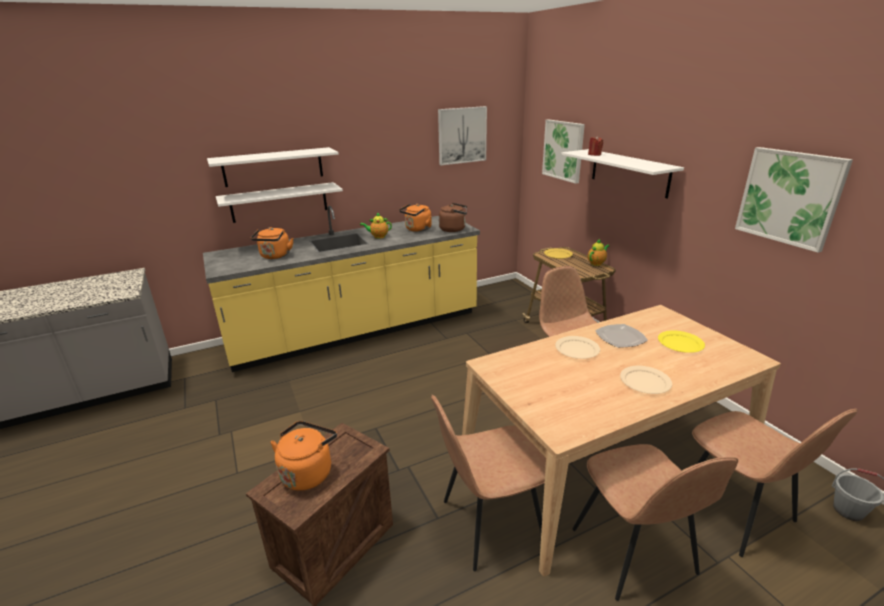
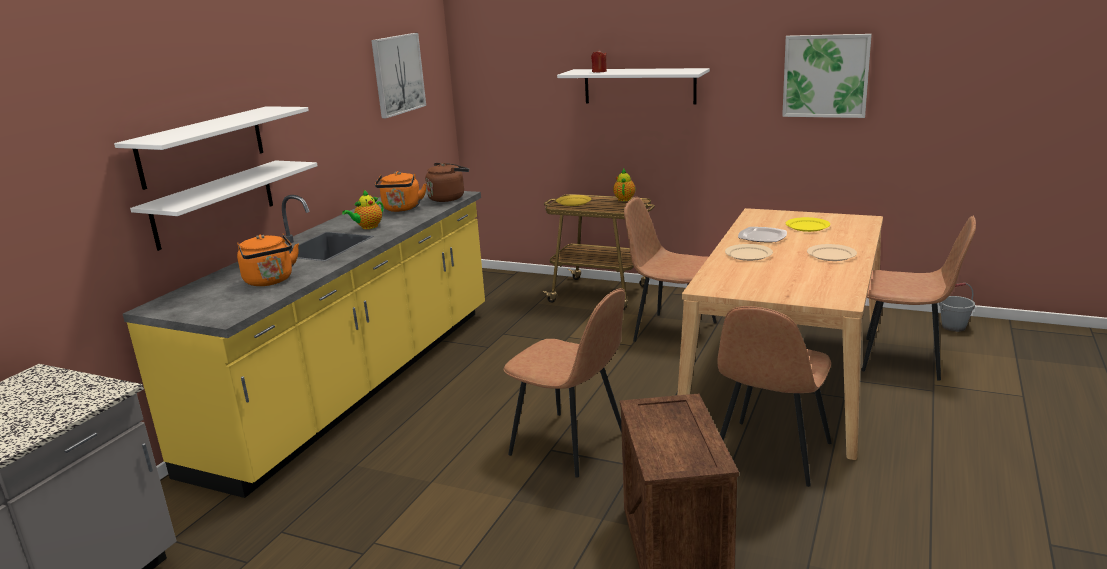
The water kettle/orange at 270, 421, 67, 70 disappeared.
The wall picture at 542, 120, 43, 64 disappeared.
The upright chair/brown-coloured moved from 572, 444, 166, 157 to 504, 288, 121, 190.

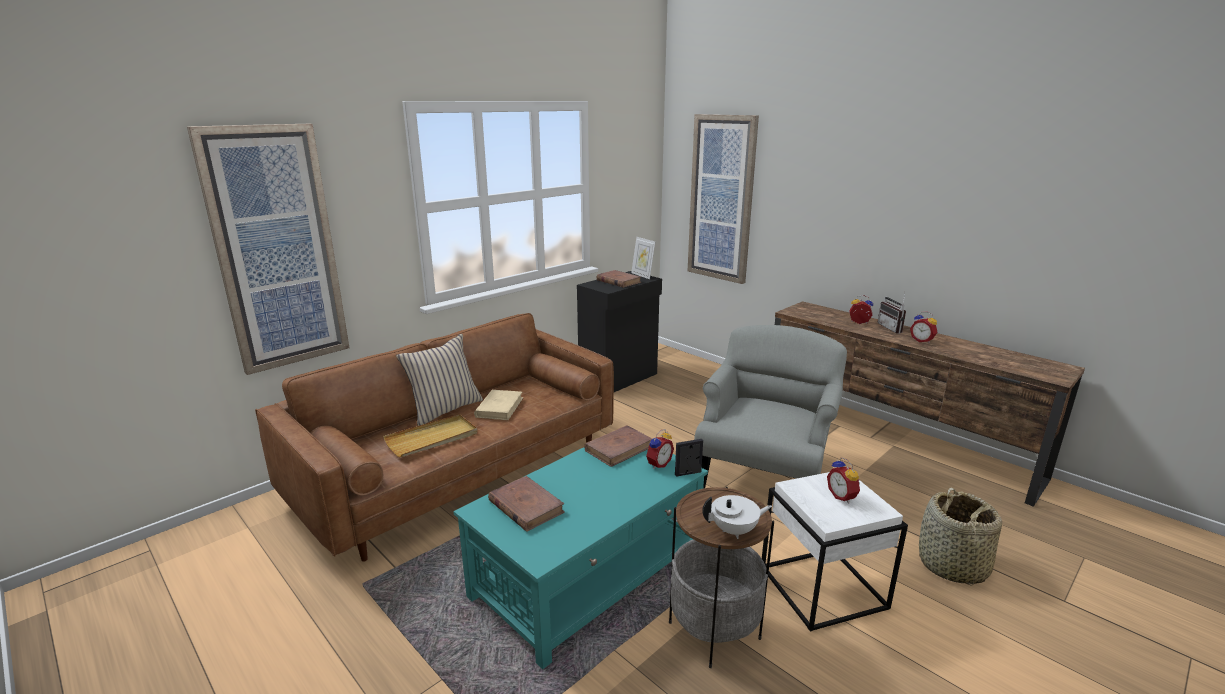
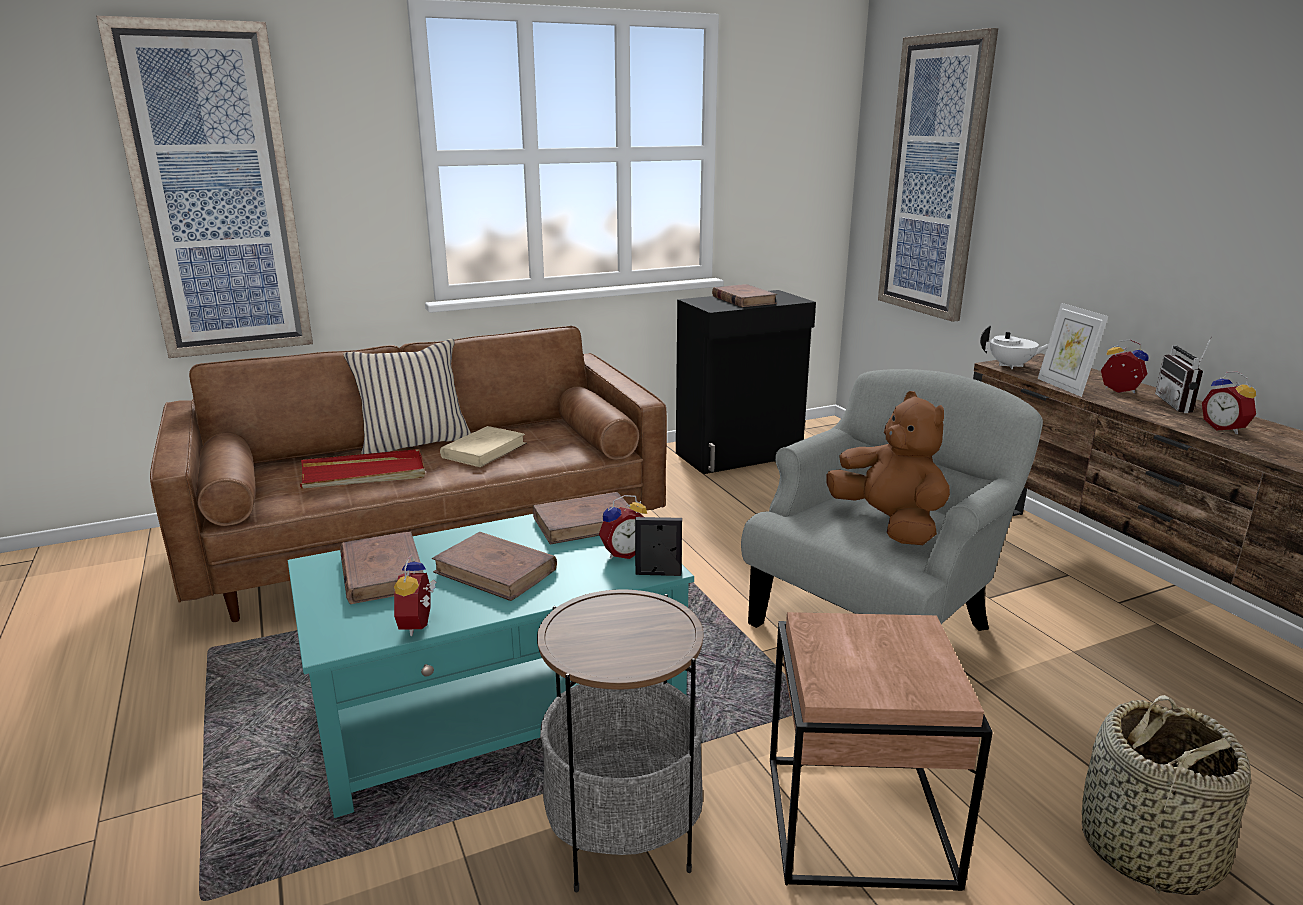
The book/brown-coloured at 432, 532, 125, 69 appeared.
The cuddly toy/brown-coloured at 827, 391, 123, 154 appeared.
The standing frame moved from 631, 237, 24, 42 to 1038, 303, 70, 94.
The pot for tea/whitish moved from 702, 495, 70, 44 to 980, 325, 68, 44.
The alarm clock moved from 827, 457, 33, 46 to 394, 555, 43, 81.
The serving tray/beige at 383, 414, 95, 43 became the serving tray/red at 300, 449, 125, 40.
The end table/whitish at 762, 472, 146, 160 became the end table/brown-coloured at 770, 612, 223, 279.

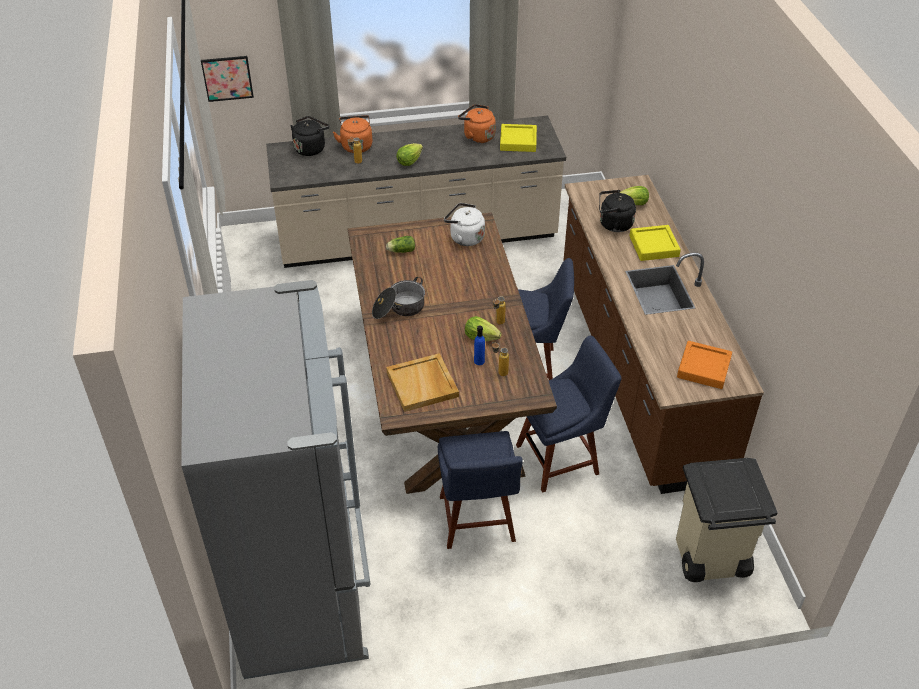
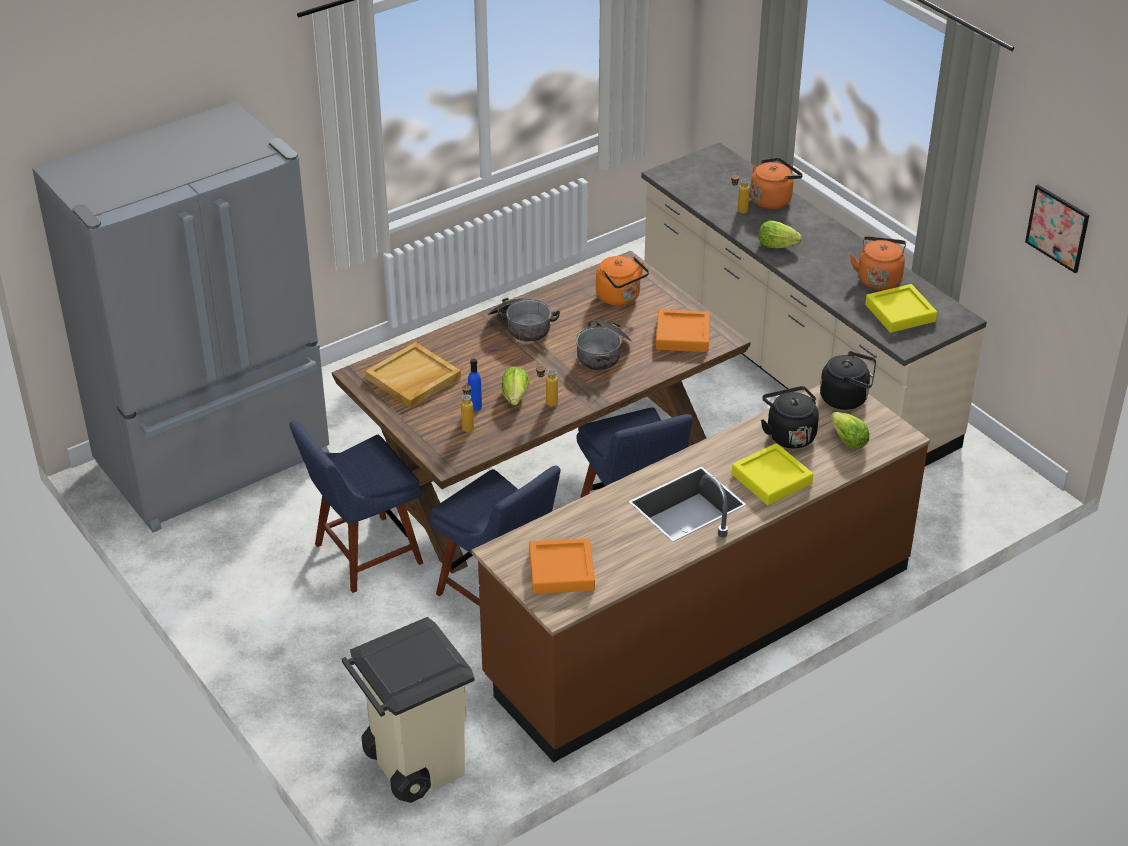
The stockpot at 576, 320, 56, 50 appeared.
The wall picture moved from 201, 56, 53, 46 to 1025, 185, 64, 88.
The water kettle/black moved from 291, 116, 39, 40 to 820, 351, 56, 59.
The lettuce head at 386, 236, 29, 17 was replaced by the water kettle/orange at 596, 256, 53, 50.
The water kettle/whitish at 444, 203, 41, 43 was replaced by the serving tray/orange at 656, 309, 54, 43.

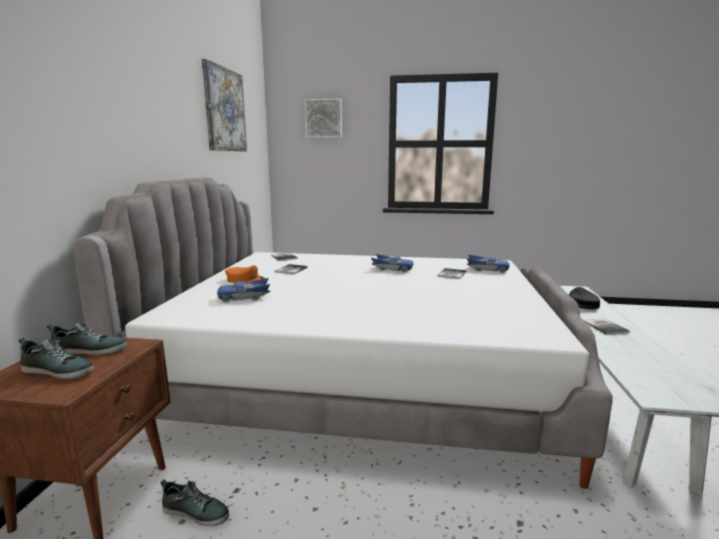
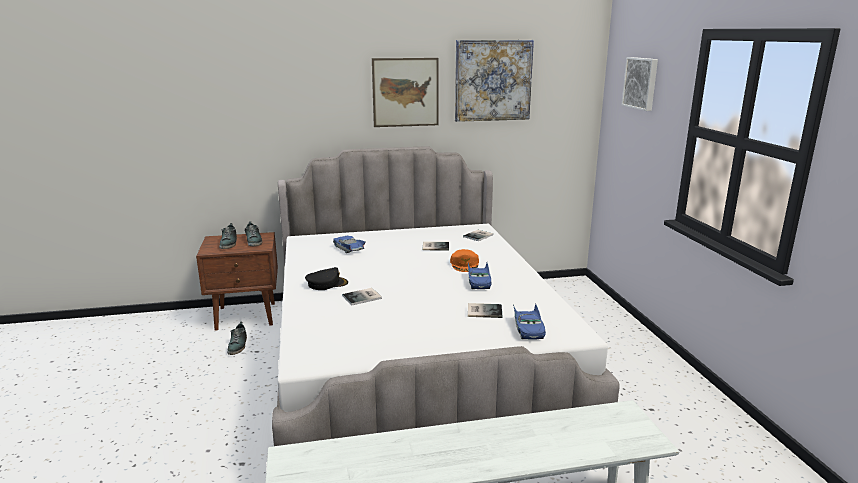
The wall picture at 372, 58, 67, 69 appeared.
The cap/orange moved from 225, 265, 40, 18 to 450, 249, 29, 23.
The cap/black moved from 569, 287, 31, 22 to 305, 267, 43, 23.
The book moved from 584, 319, 46, 16 to 342, 288, 40, 17.

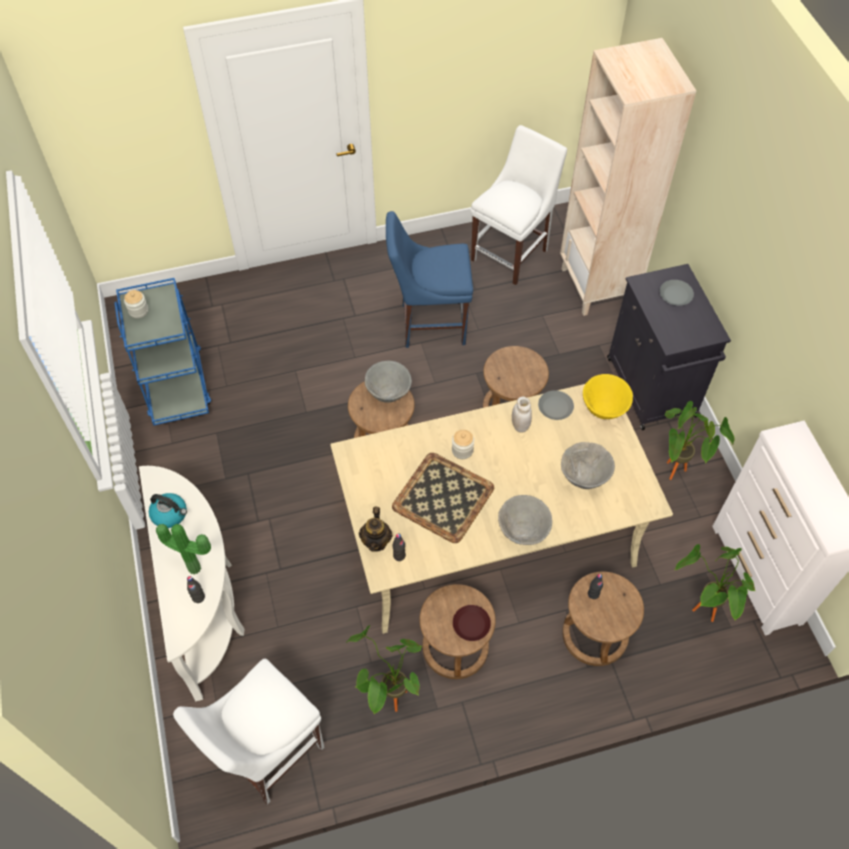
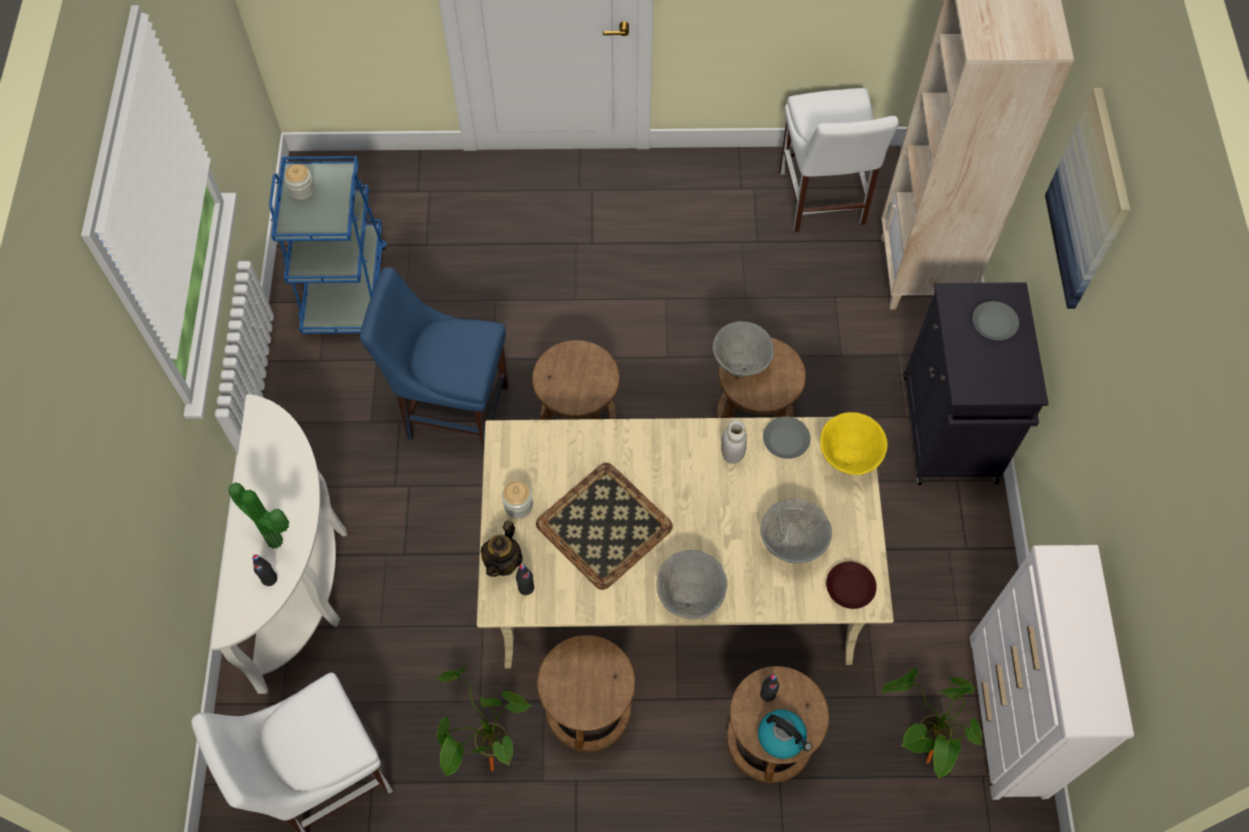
The plant in a pot at 665, 401, 70, 79 disappeared.
The wall picture at 1045, 88, 85, 221 appeared.
The water kettle moved from 149, 493, 38, 35 to 758, 710, 54, 49.
The serving bowl/gray moved from 365, 361, 47, 42 to 712, 321, 62, 56.
The upright chair/bluish moved from 386, 211, 87, 137 to 360, 267, 149, 183.
The jar moved from 452, 430, 22, 29 to 502, 481, 31, 38.
The dinner plate/brown-coloured moved from 453, 605, 38, 36 to 826, 561, 51, 48.
The upright chair/whitish at 470, 125, 97, 160 turned 120 degrees clockwise.

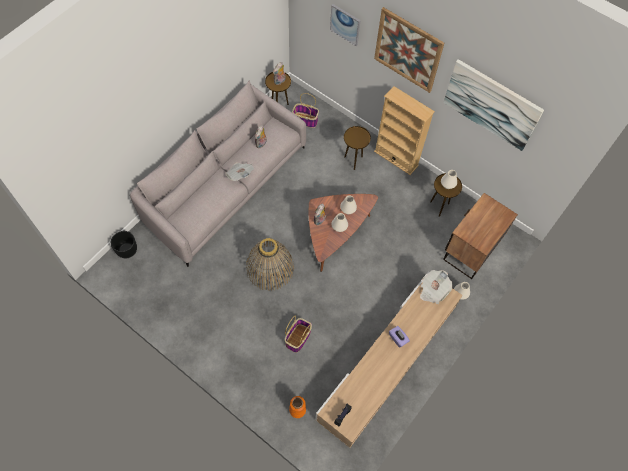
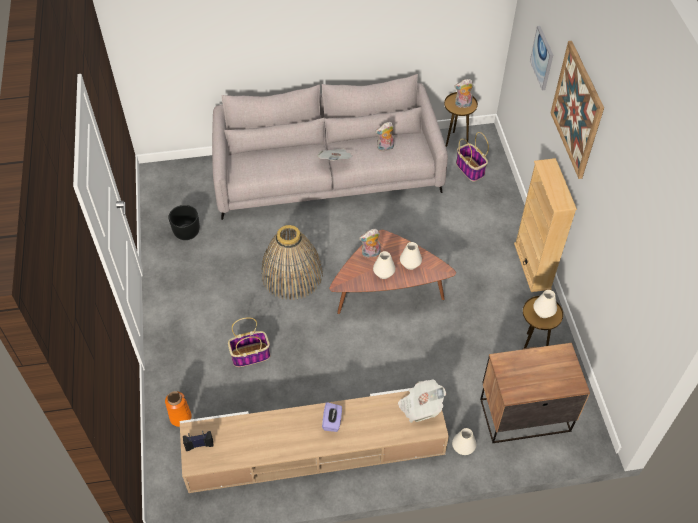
The end table/brown-coloured at 344, 126, 27, 44 disappeared.
The wall picture at 443, 59, 101, 92 disappeared.
The plant pot/black moved from 111, 231, 26, 27 to 168, 205, 32, 35.

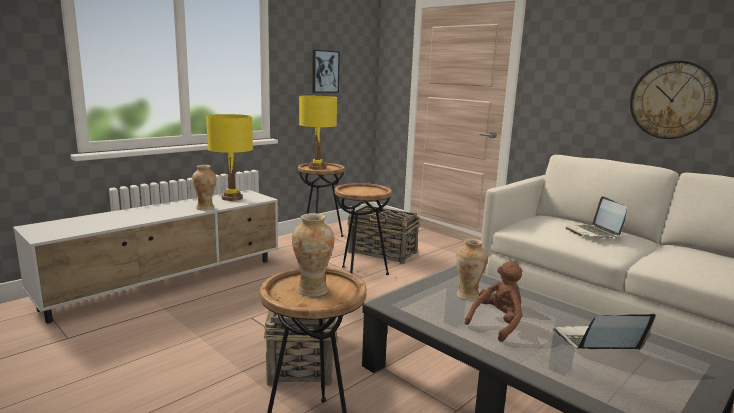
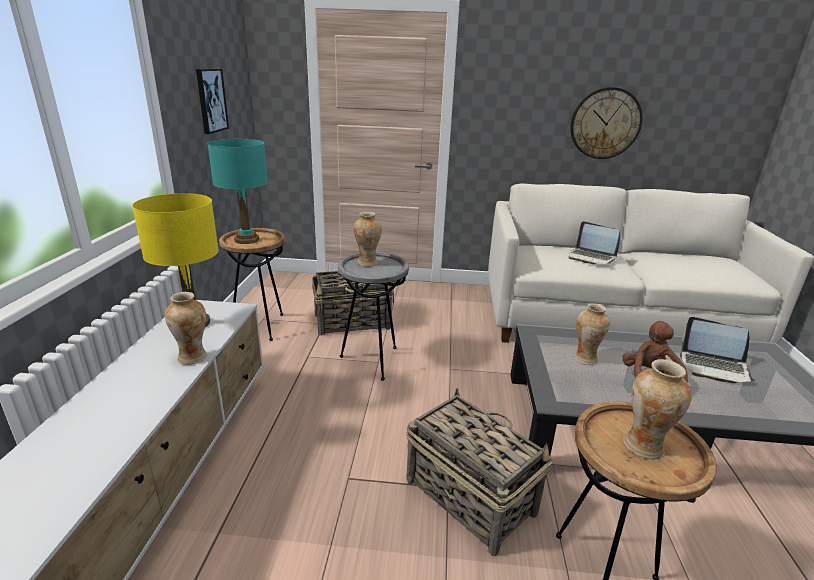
The flower vase at 354, 212, 28, 55 appeared.
The table lamp/yellow at 299, 96, 38, 74 became the table lamp/blue-green at 207, 139, 61, 105.
The end table/brown-coloured at 335, 183, 57, 92 became the end table/gray at 338, 252, 71, 129.
The laptop at 553, 314, 103, 36 turned 105 degrees counterclockwise.

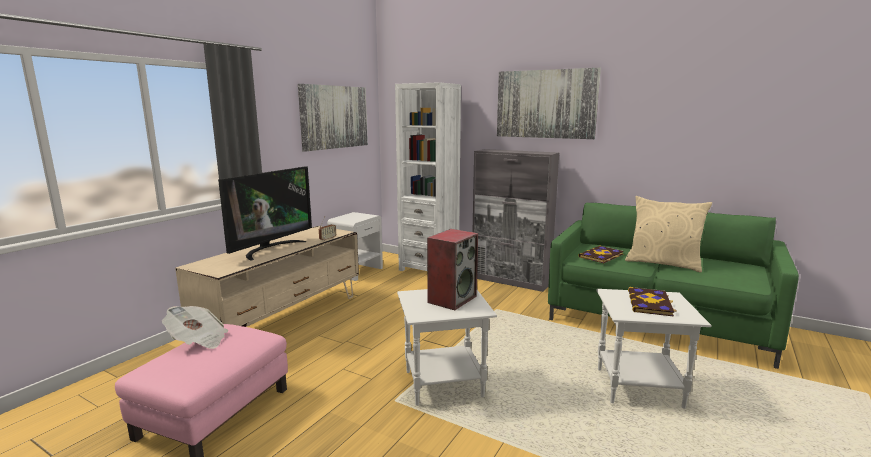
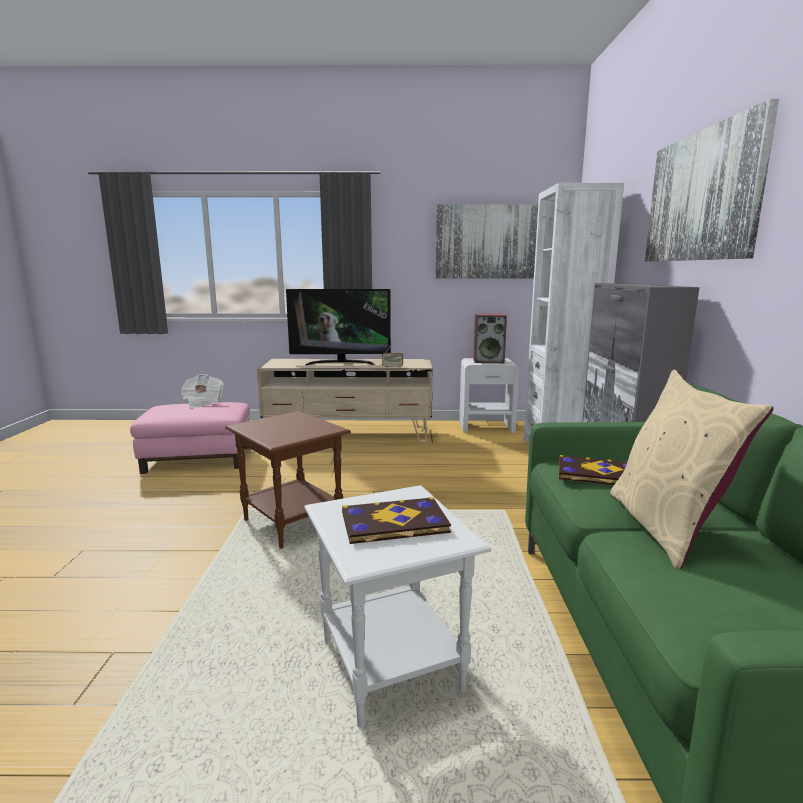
The speaker moved from 427, 229, 51, 81 to 473, 314, 34, 49.
The end table/whitish at 397, 289, 100, 117 became the end table/brown-coloured at 225, 411, 126, 138.

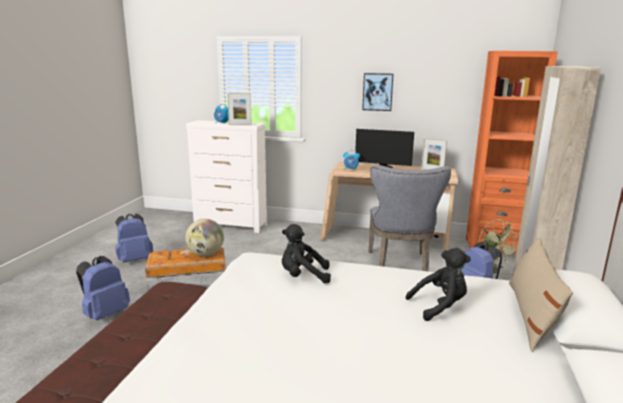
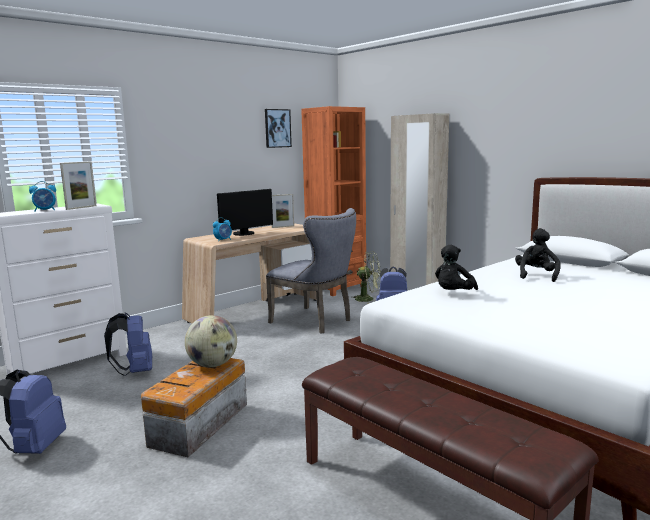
The cushion/beige at 509, 237, 64, 115 disappeared.
The knapsack/bluish moved from 76, 256, 54, 64 to 104, 312, 48, 64.
The wall picture moved from 362, 73, 32, 38 to 265, 109, 27, 39.

